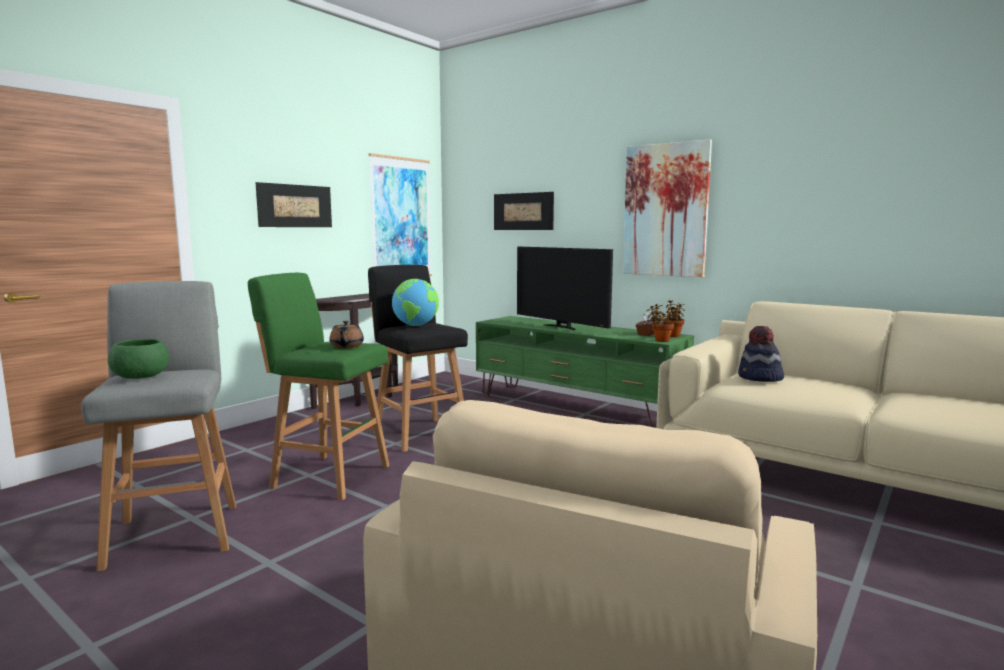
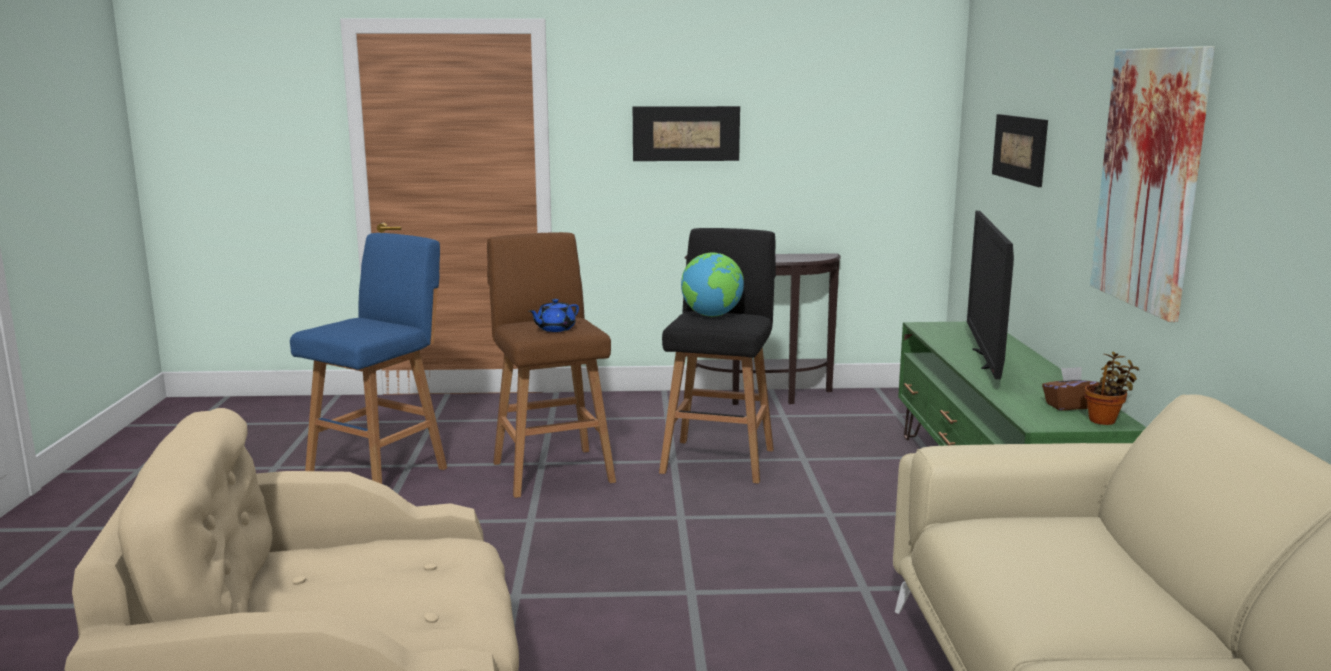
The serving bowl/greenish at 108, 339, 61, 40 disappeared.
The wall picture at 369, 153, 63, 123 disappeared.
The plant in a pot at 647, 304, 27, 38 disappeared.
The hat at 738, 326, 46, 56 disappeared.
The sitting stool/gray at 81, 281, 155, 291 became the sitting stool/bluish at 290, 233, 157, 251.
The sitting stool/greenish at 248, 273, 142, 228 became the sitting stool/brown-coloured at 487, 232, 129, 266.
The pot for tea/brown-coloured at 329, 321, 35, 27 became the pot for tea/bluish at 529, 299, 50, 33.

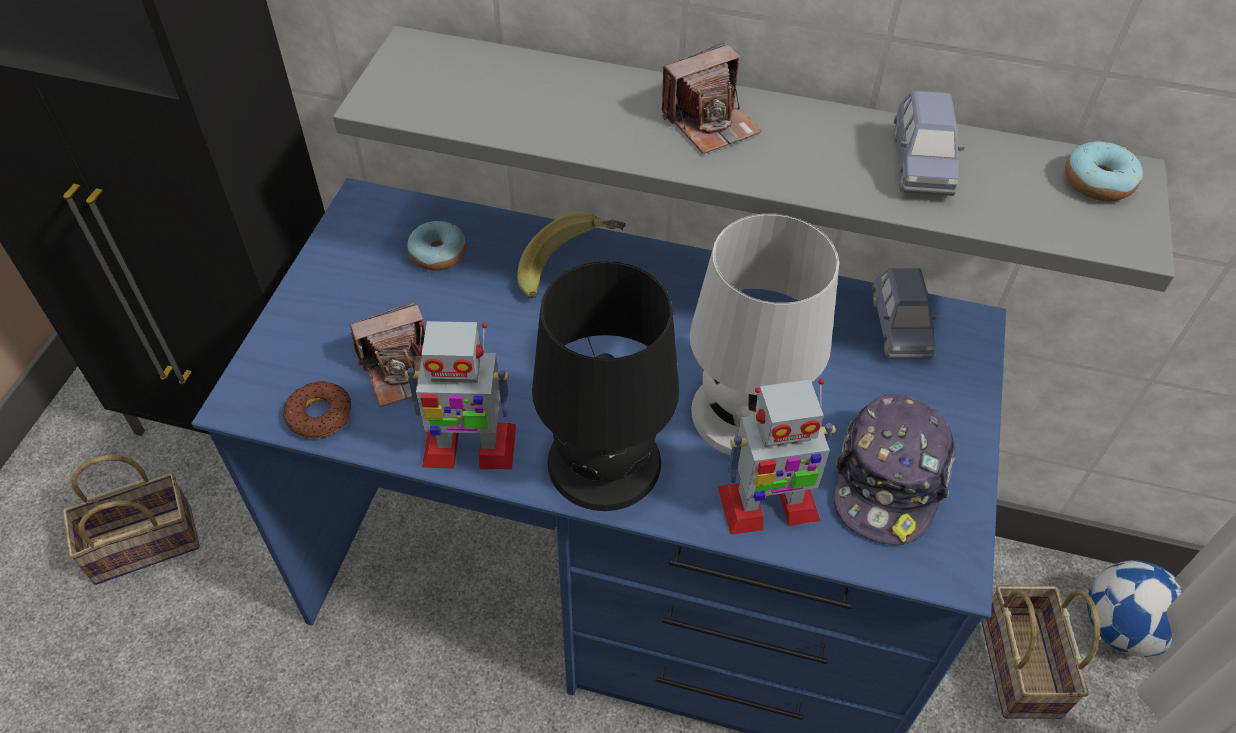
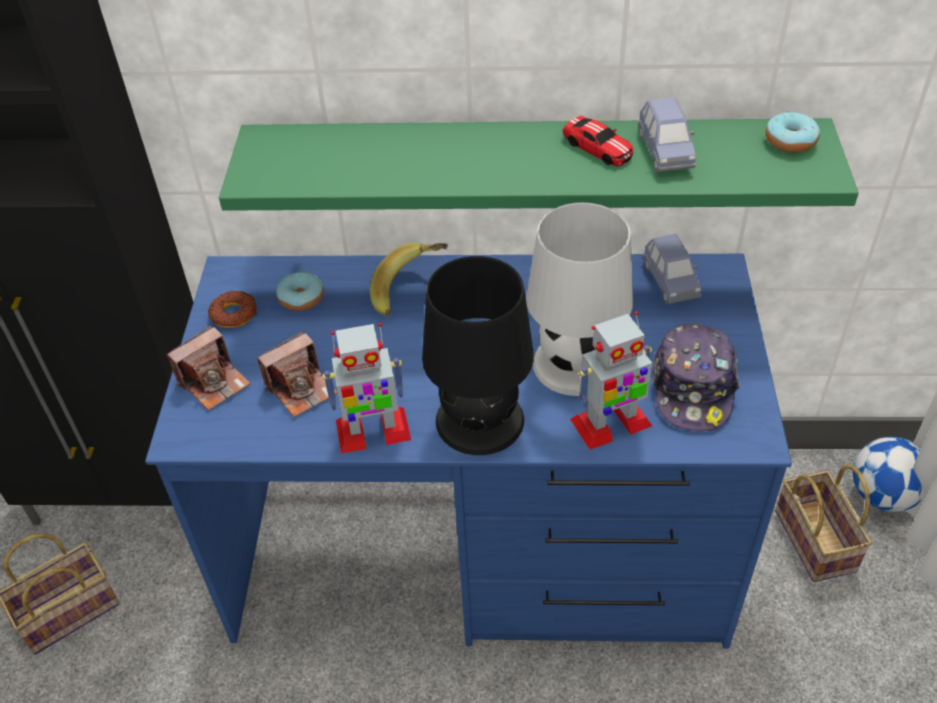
The model car at 563, 116, 71, 50 appeared.
The donut moved from 283, 381, 68, 57 to 208, 291, 49, 37.
The still camera moved from 662, 42, 99, 112 to 167, 325, 84, 86.
The bracket shelf/gray at 333, 26, 842, 266 became the bracket shelf/greenish at 219, 118, 640, 93.

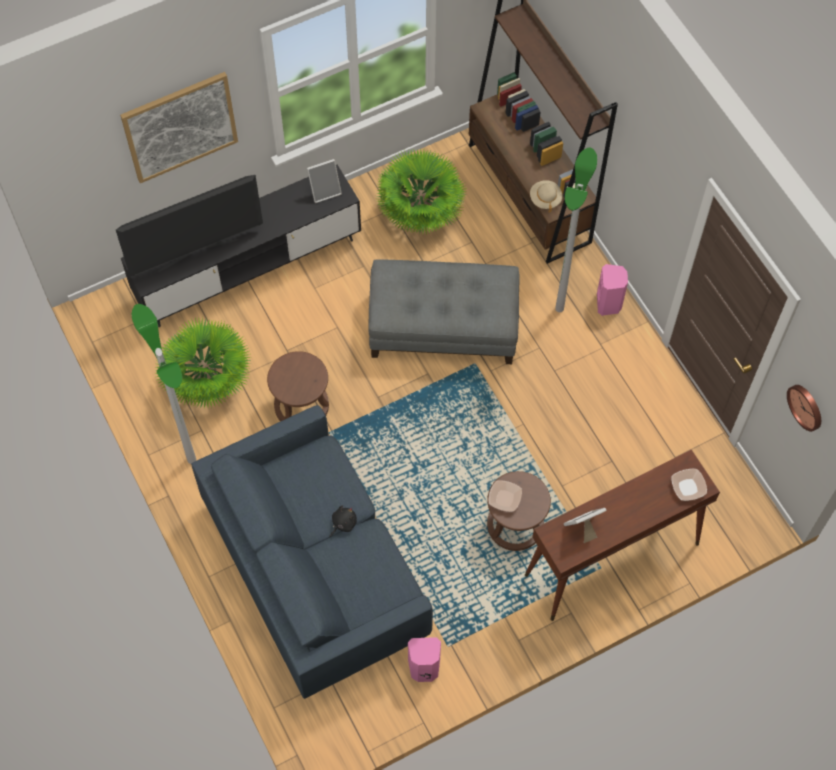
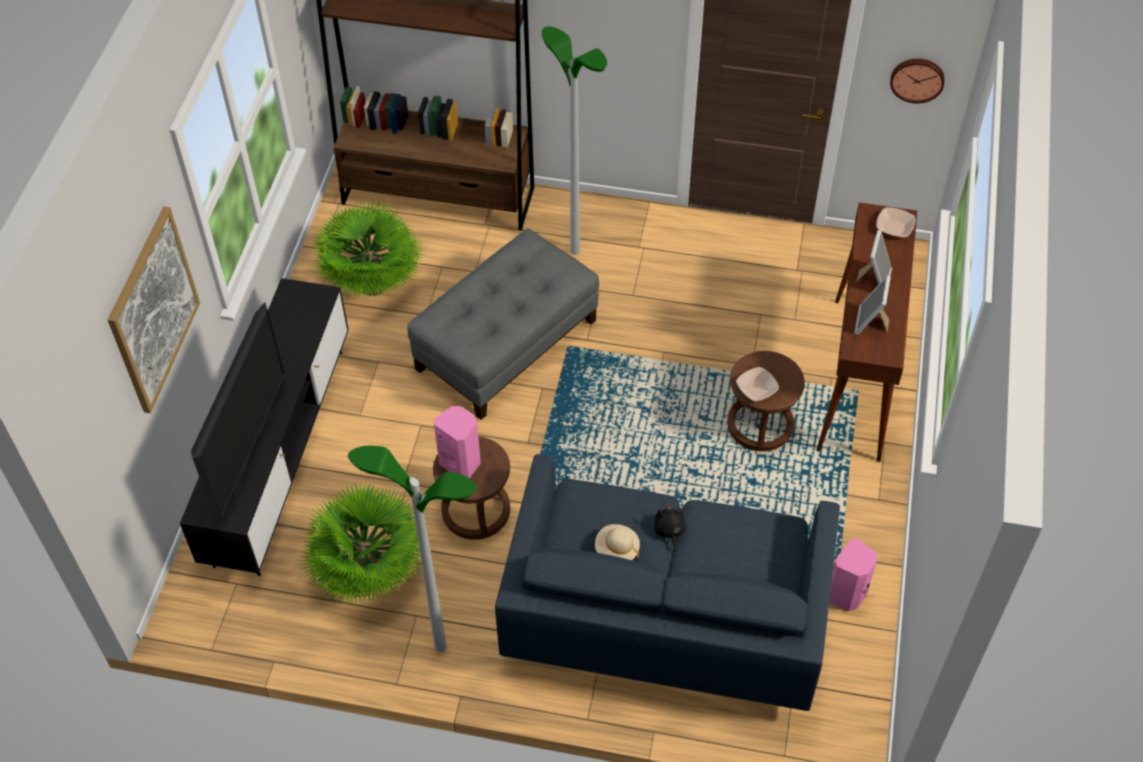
The standing frame moved from 307, 159, 35, 44 to 856, 230, 36, 55.
The hat/beige moved from 530, 180, 32, 33 to 595, 524, 45, 36.
The speaker/pink moved from 597, 264, 31, 52 to 434, 406, 47, 73.

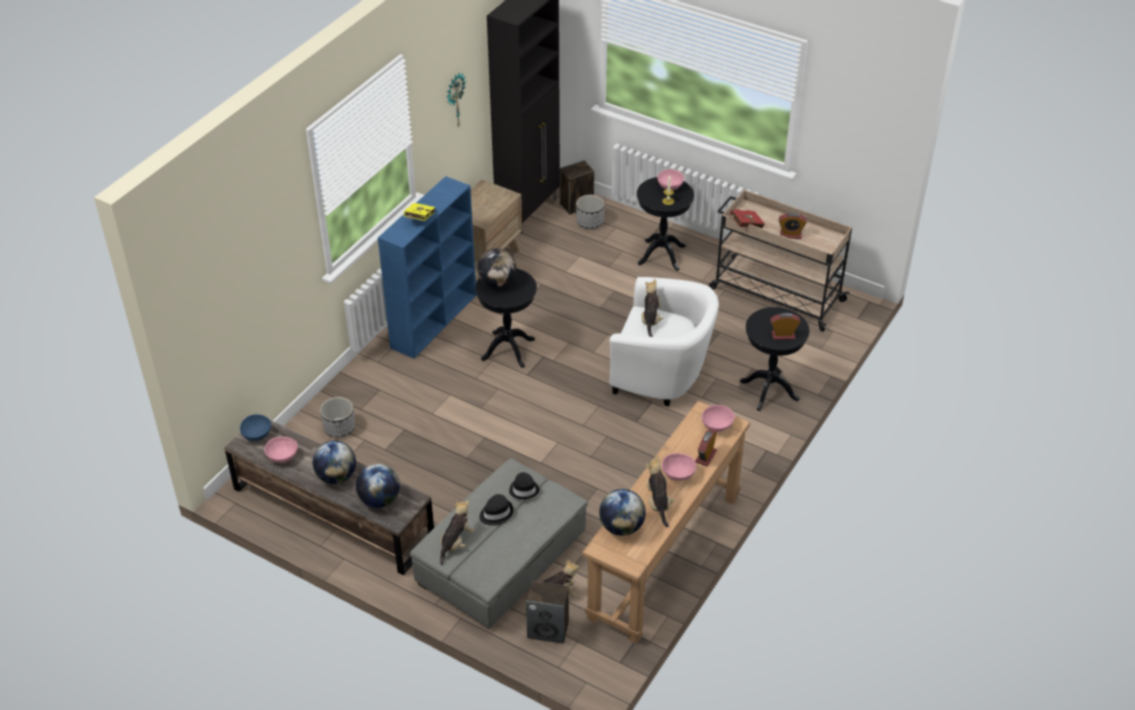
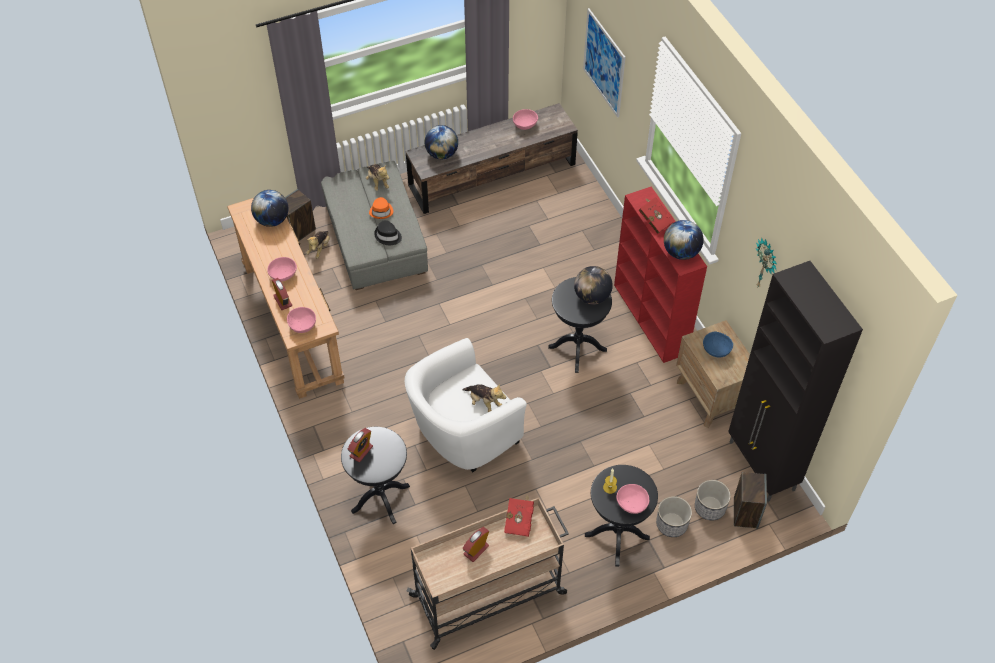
The cuddly toy at 647, 456, 28, 71 disappeared.
The wall picture at 583, 8, 43, 110 appeared.
The serving bowl/bluish moved from 240, 414, 31, 27 to 703, 332, 30, 26.
The globe moved from 313, 441, 43, 43 to 664, 220, 40, 40.
The plant pot moved from 320, 397, 35, 41 to 656, 496, 36, 41.
The shelving unit/bluish at 378, 176, 98, 183 became the shelving unit/red at 614, 187, 93, 176.
The book/yellow at 404, 203, 31, 18 became the book/red at 638, 197, 37, 37.
The hat/black at 479, 494, 34, 32 became the hat/orange at 369, 197, 24, 22.

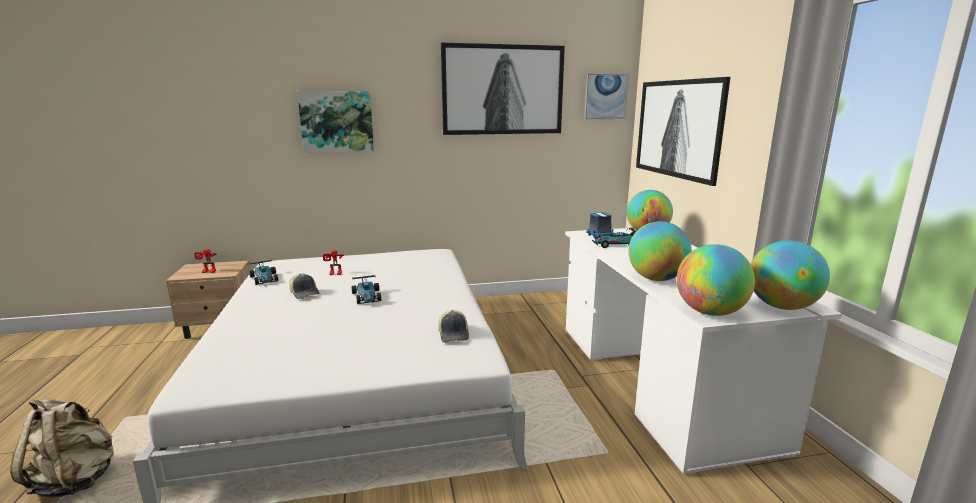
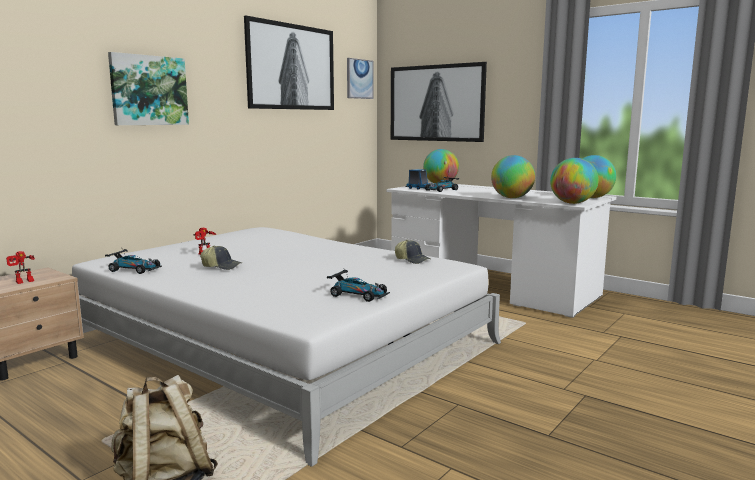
The model car moved from 351, 275, 30, 29 to 327, 269, 63, 33.

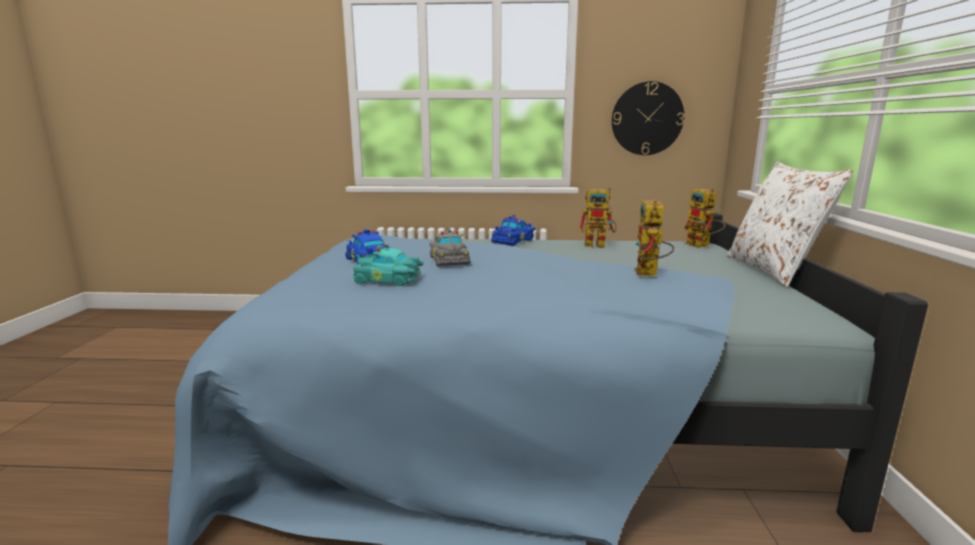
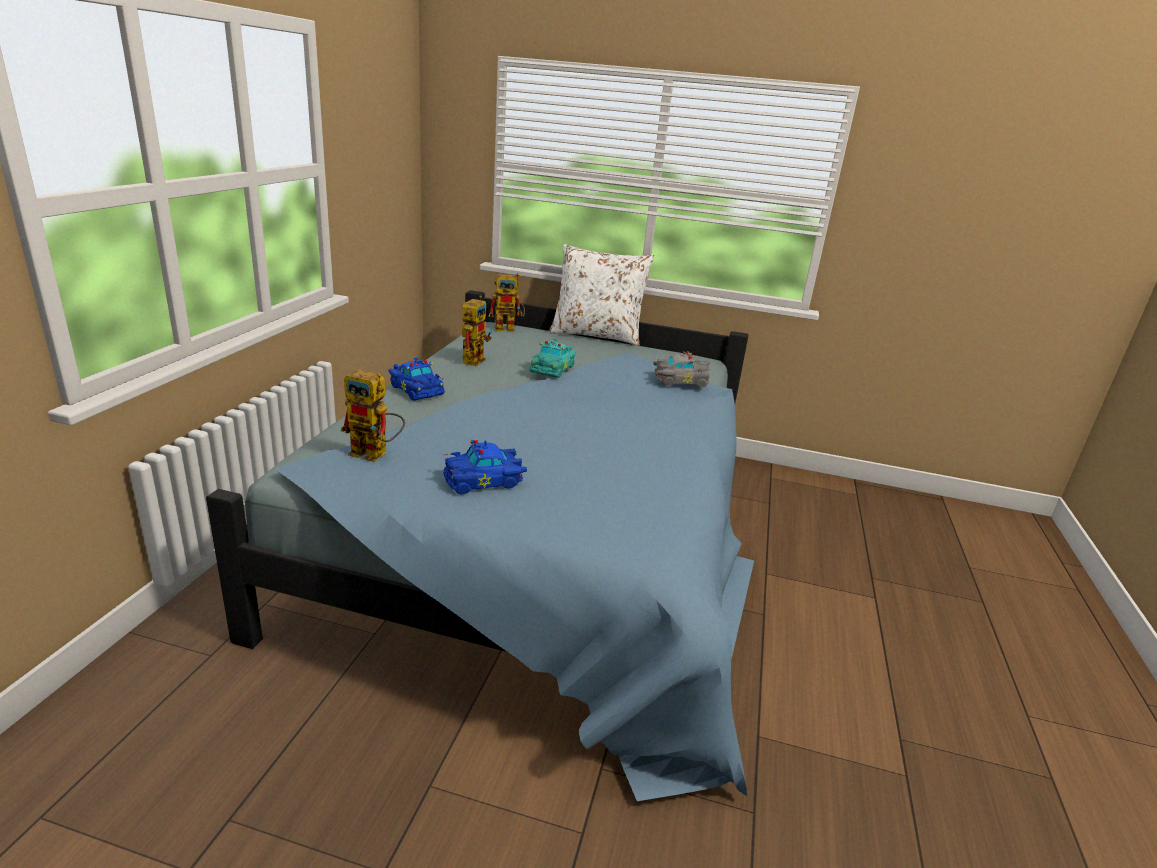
The hanging clock at 612, 81, 72, 74 disappeared.
The model car/blue-green moved from 351, 244, 72, 42 to 529, 339, 47, 39.
The model car/gray moved from 429, 228, 42, 38 to 653, 351, 59, 36.
The robot figure moved from 634, 199, 40, 77 to 341, 369, 64, 93.

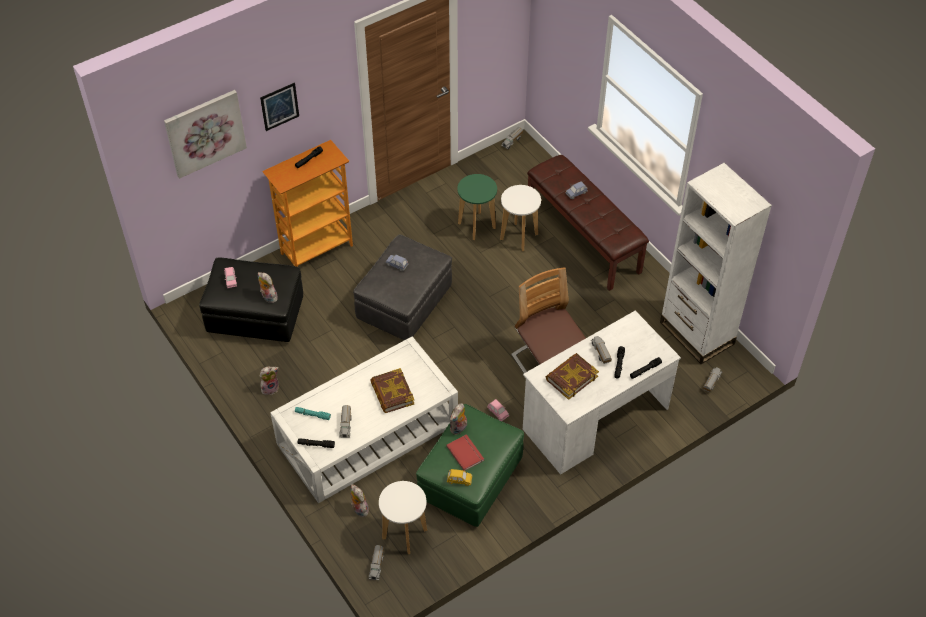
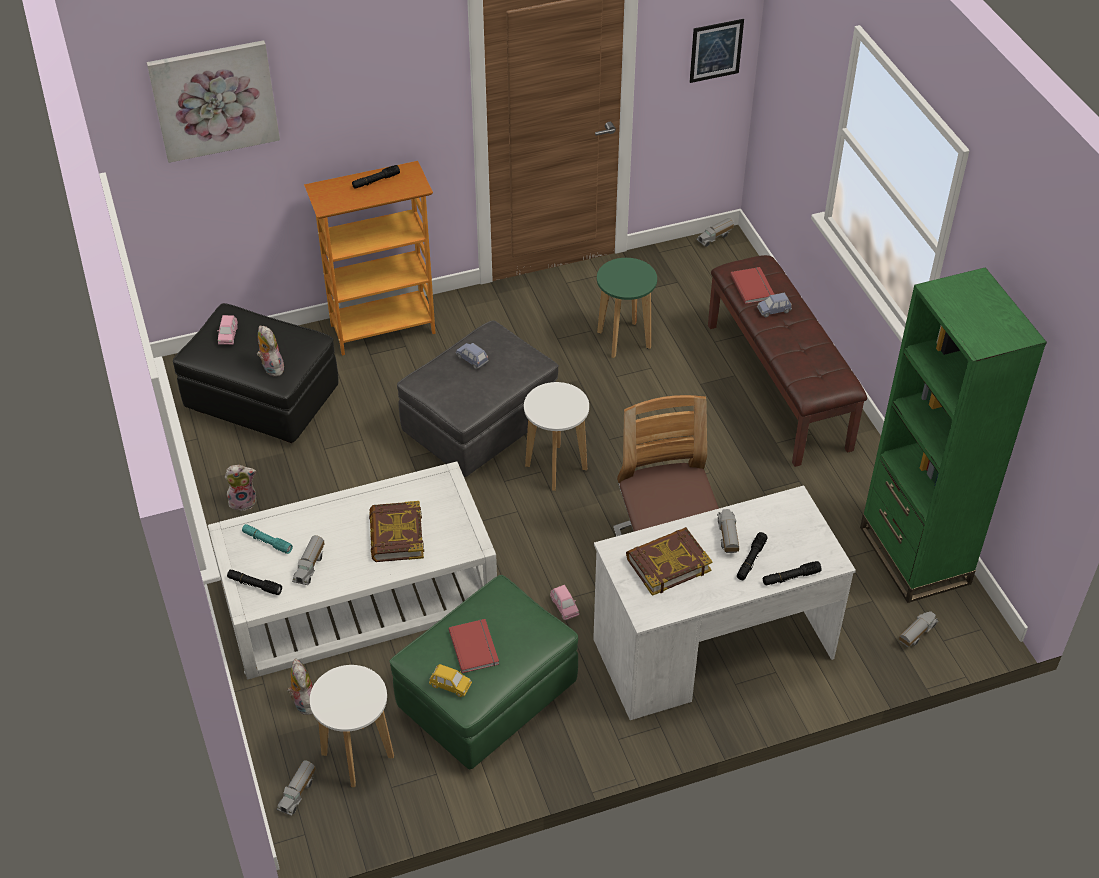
The cuddly toy at 450, 403, 17, 32 disappeared.
The book/red at 730, 267, 44, 37 appeared.
The wall picture moved from 260, 83, 39, 48 to 690, 19, 54, 64.
The sitting stool/whitish moved from 500, 185, 41, 66 to 524, 382, 65, 109.
The shelving unit/whitish at 660, 163, 112, 201 became the shelving unit/greenish at 860, 267, 187, 336.

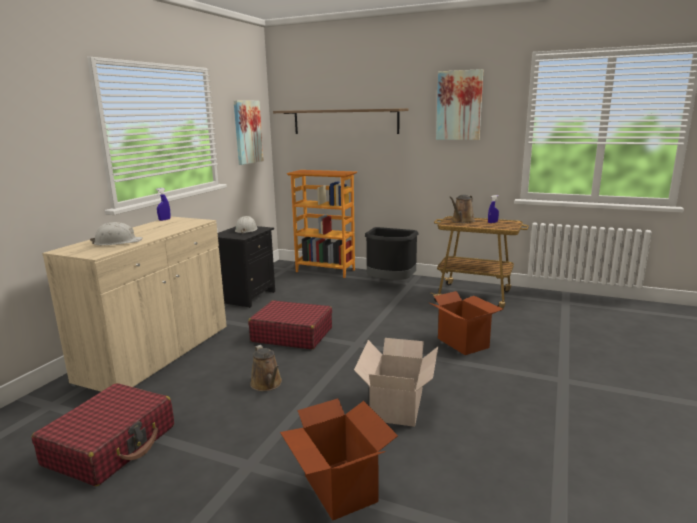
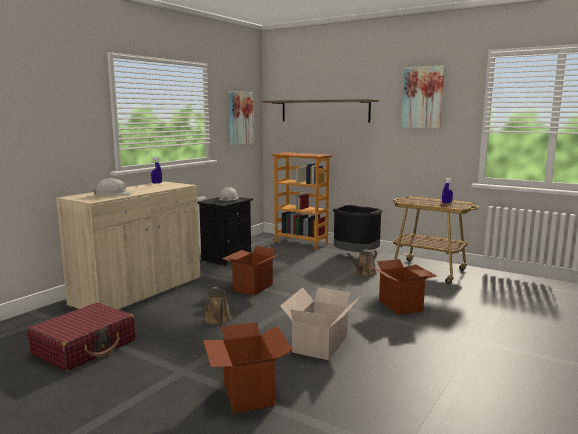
The watering can/brown-coloured moved from 449, 195, 26, 28 to 347, 250, 30, 27.
The piece of luggage/red at 248, 300, 84, 49 was replaced by the cardboard box at 222, 246, 60, 49.

